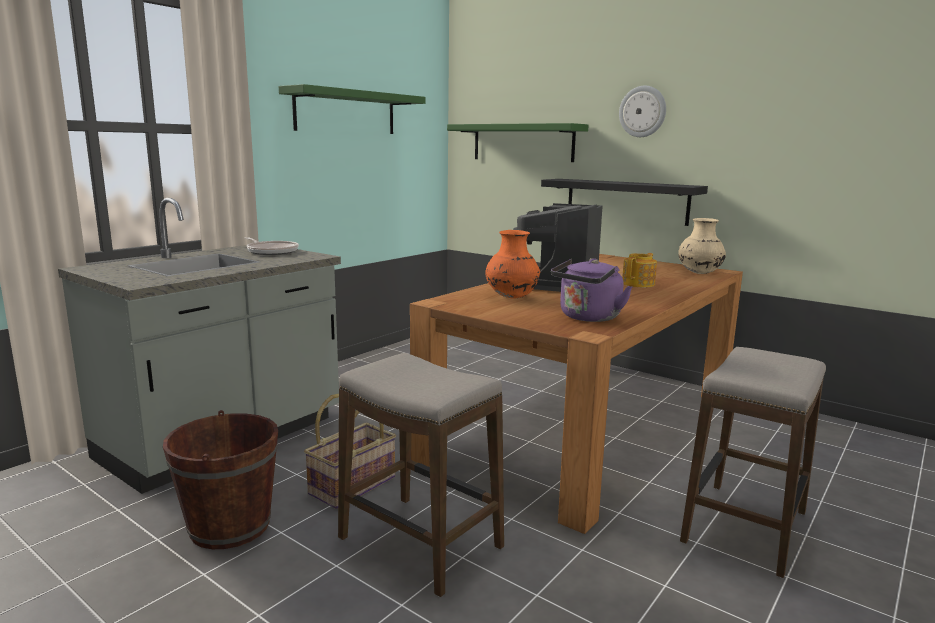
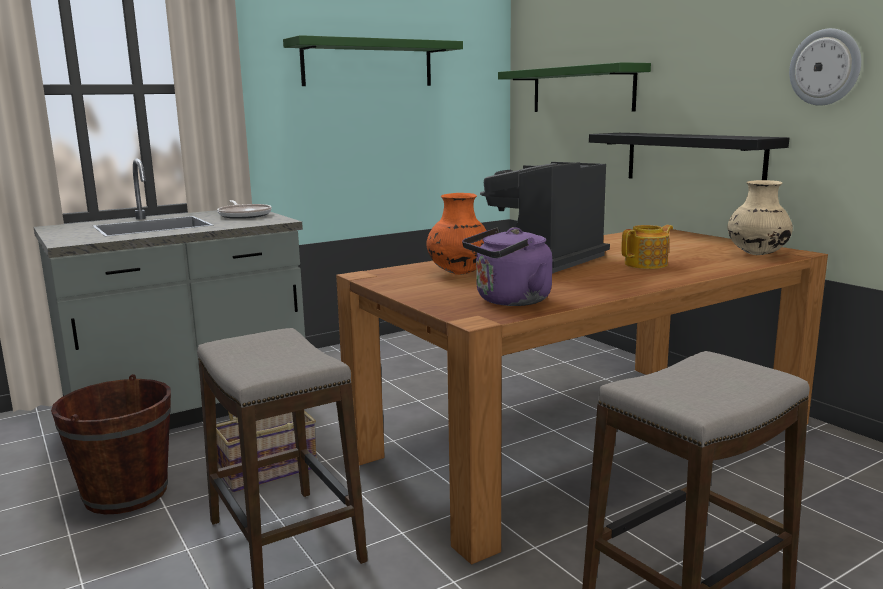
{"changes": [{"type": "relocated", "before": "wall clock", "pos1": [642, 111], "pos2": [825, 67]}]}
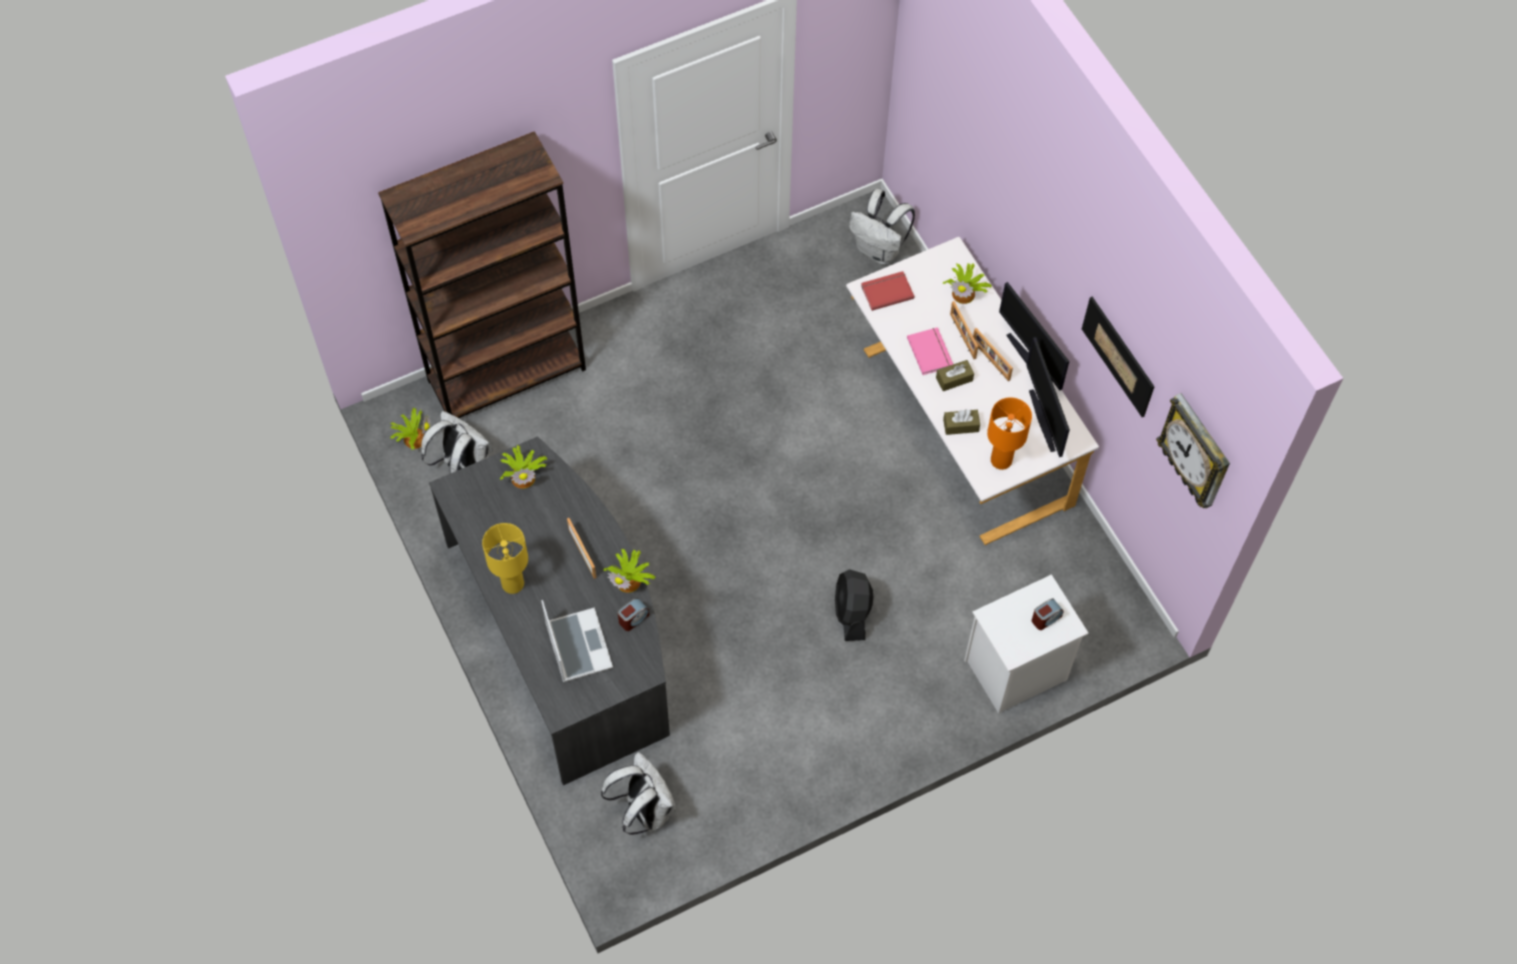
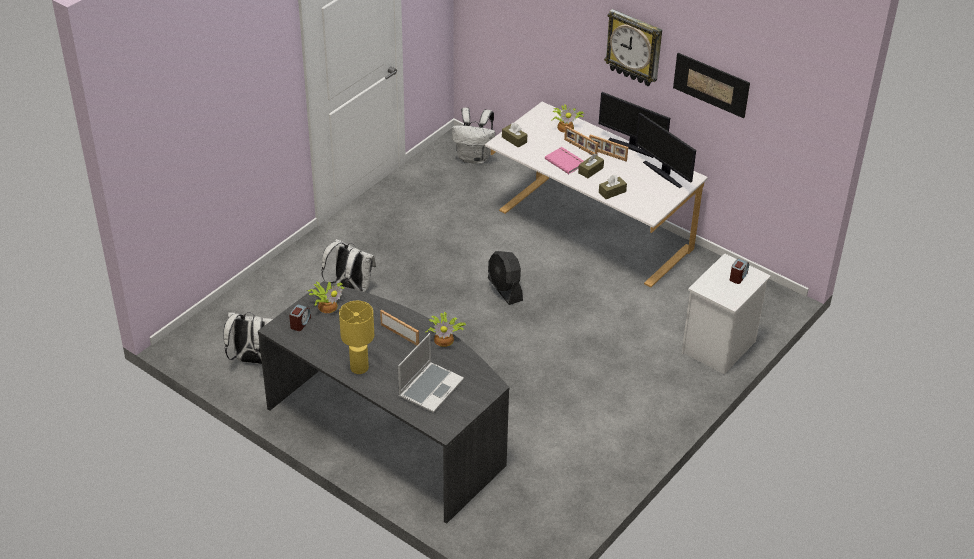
{"changes": [{"type": "missing", "before": "bookcase (brown)", "pos1": [482, 274]}, {"type": "exchanged", "before": "book (red)", "after": "tissue box (brown)", "pos1": [887, 291], "pos2": [514, 135]}, {"type": "relocated", "before": "wall clock", "pos1": [1193, 450], "pos2": [633, 47]}, {"type": "missing", "before": "table lamp (orange)", "pos1": [1009, 433]}, {"type": "missing", "before": "potted plant", "pos1": [410, 428]}, {"type": "relocated", "before": "fan (black)", "pos1": [854, 605], "pos2": [505, 278]}, {"type": "relocated", "before": "alarm clock", "pos1": [633, 614], "pos2": [300, 317]}, {"type": "spun", "before": "laptop", "pos1": [577, 641], "pos2": [431, 373], "turn": 75}, {"type": "relocated", "before": "backpack (white)", "pos1": [638, 793], "pos2": [348, 265]}]}
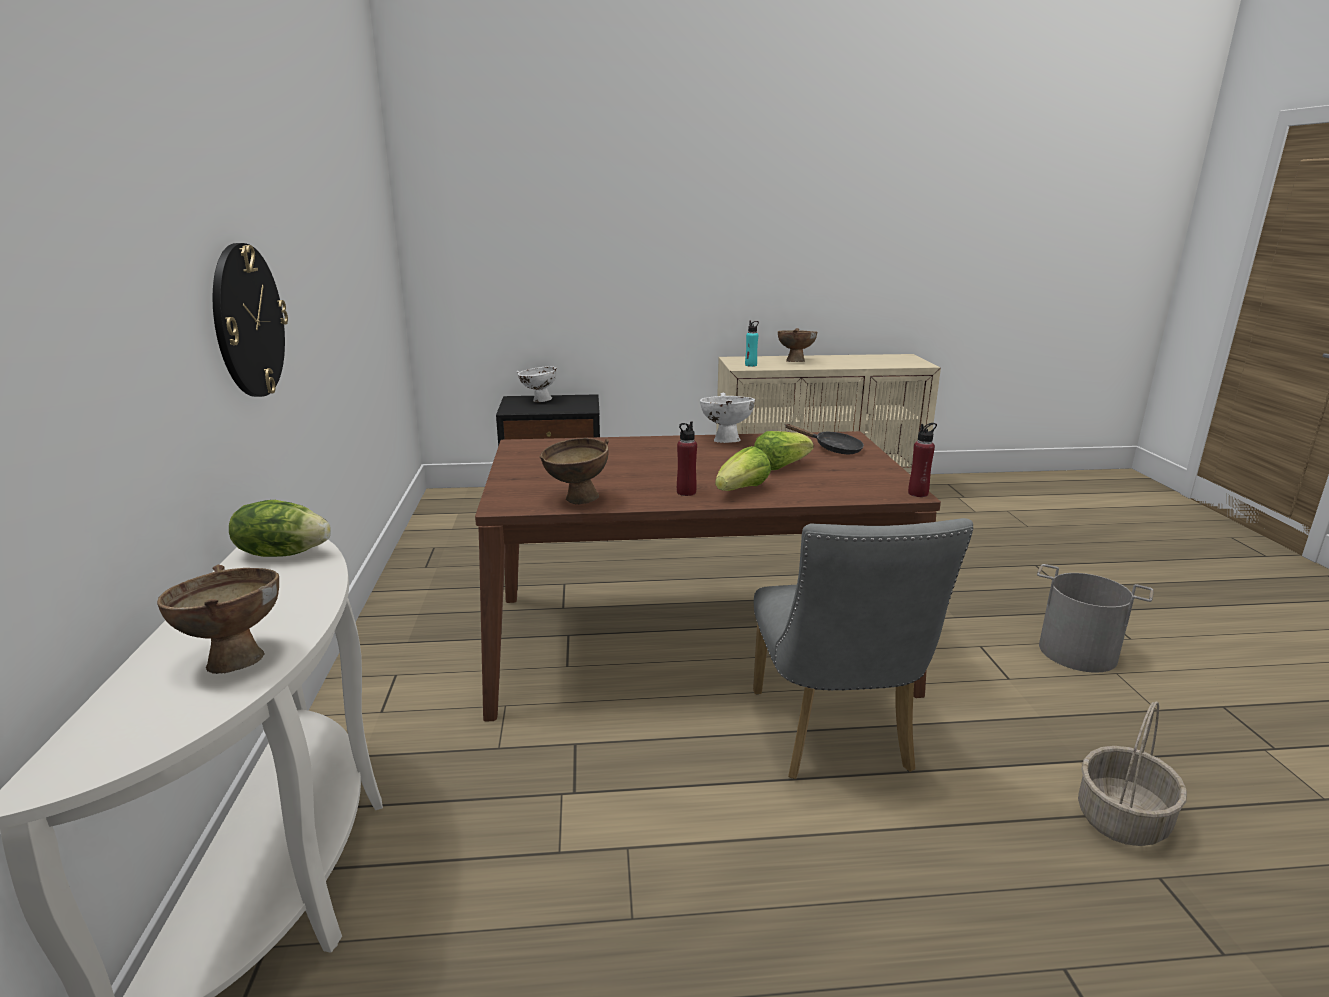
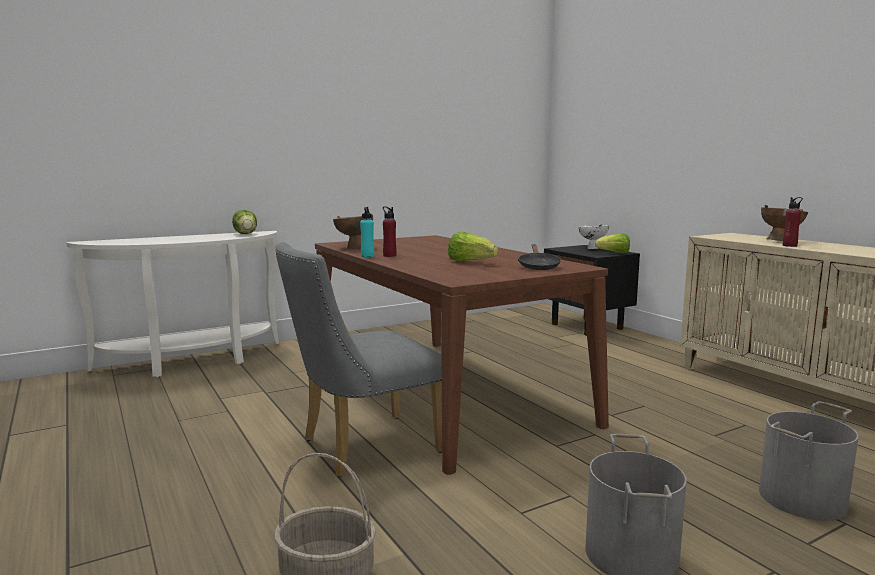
{"changes": [{"type": "missing", "before": "wall clock", "pos1": [250, 320]}, {"type": "relocated", "before": "bottle (turquoise)", "pos1": [752, 344], "pos2": [367, 232]}, {"type": "missing", "before": "bowl (white)", "pos1": [727, 418]}, {"type": "relocated", "before": "bottle (red)", "pos1": [922, 460], "pos2": [793, 222]}, {"type": "relocated", "before": "lettuce", "pos1": [743, 468], "pos2": [612, 243]}, {"type": "missing", "before": "bowl (brown)", "pos1": [218, 619]}, {"type": "appeared", "after": "bucket (grey)", "pos2": [808, 461]}]}
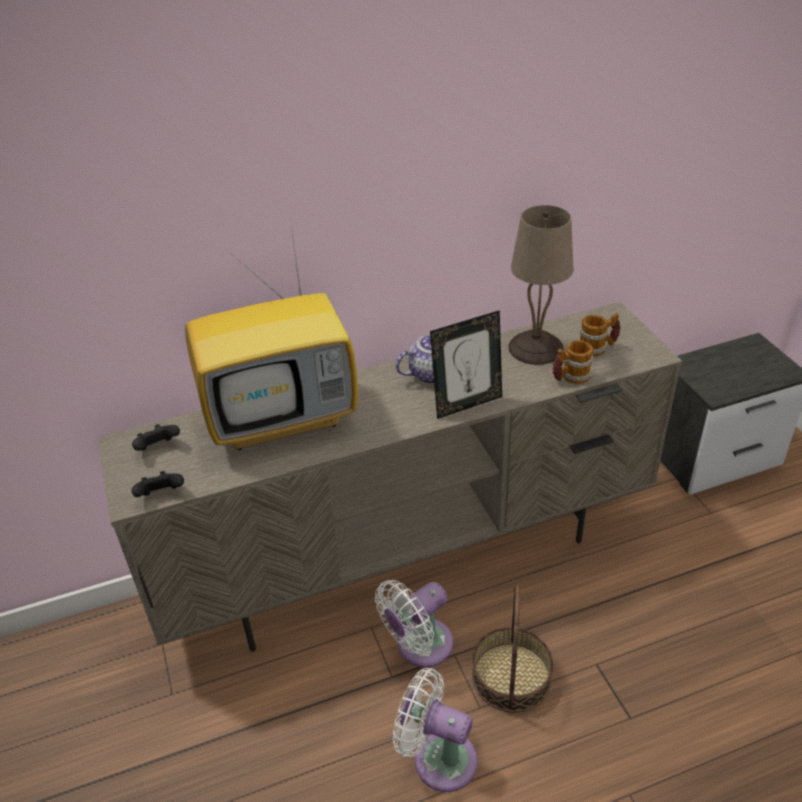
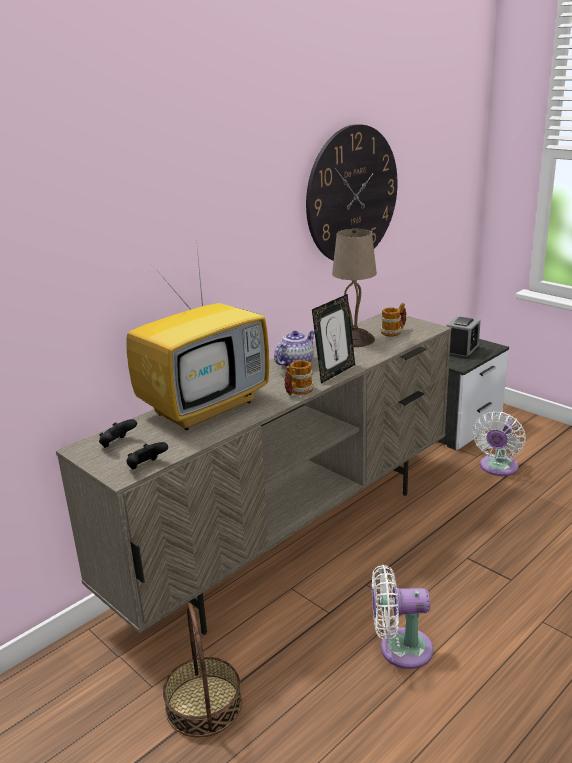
{"changes": [{"type": "relocated", "before": "mug", "pos1": [572, 362], "pos2": [299, 377]}, {"type": "relocated", "before": "fan (white)", "pos1": [414, 623], "pos2": [499, 443]}, {"type": "relocated", "before": "basket", "pos1": [512, 648], "pos2": [202, 670]}, {"type": "appeared", "after": "wall clock", "pos2": [352, 192]}, {"type": "appeared", "after": "alarm clock", "pos2": [464, 337]}]}
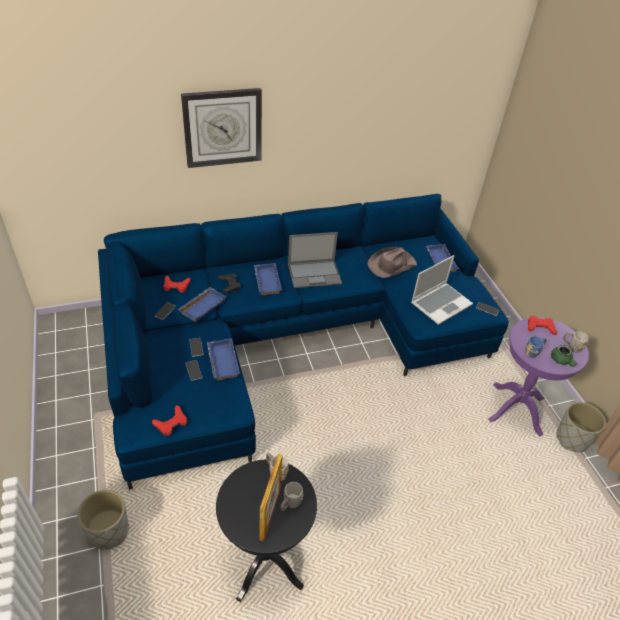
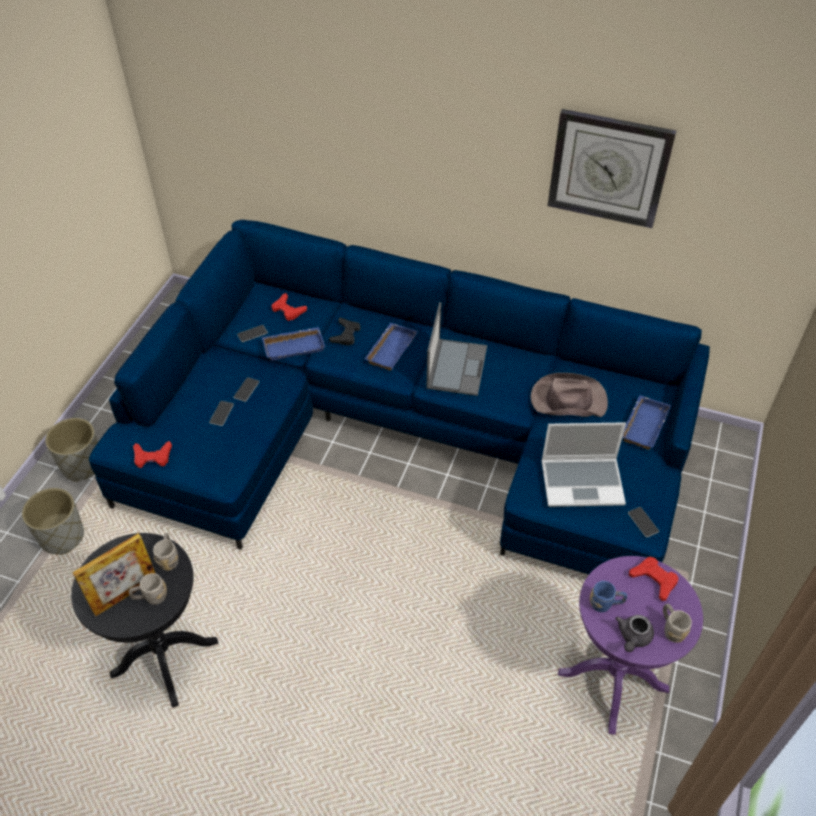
{"changes": [{"type": "relocated", "before": "wall clock", "pos1": [221, 128], "pos2": [612, 168]}, {"type": "spun", "before": "laptop", "pos1": [315, 260], "pos2": [457, 349], "turn": -105}, {"type": "missing", "before": "tray (blue)", "pos1": [223, 359]}, {"type": "colour", "before": "teapot (green)", "after": "teapot (grey)", "pos1": [563, 356], "pos2": [635, 633]}, {"type": "relocated", "before": "planter (grey)", "pos1": [581, 427], "pos2": [71, 450]}]}
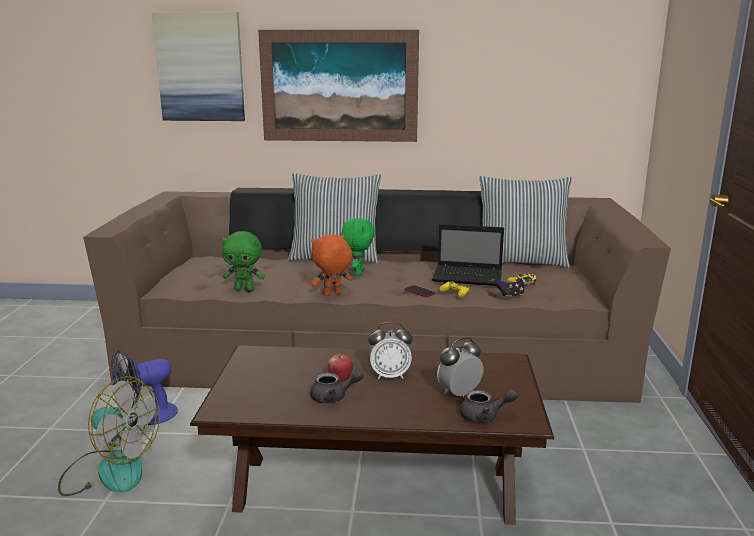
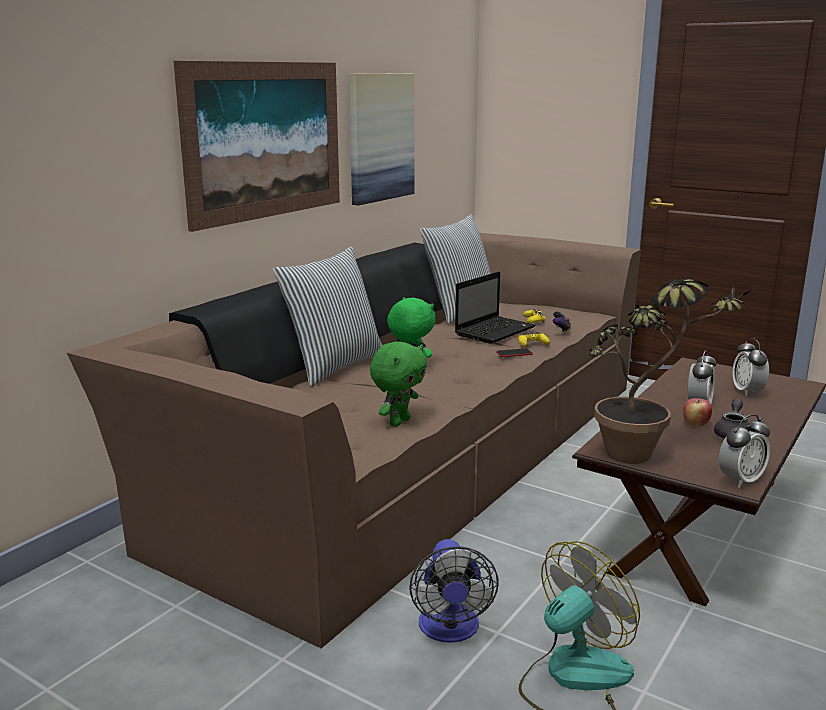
{"changes": [{"type": "relocated", "before": "picture", "pos1": [198, 66], "pos2": [382, 139]}, {"type": "missing", "before": "plush toy (orange)", "pos1": [332, 265]}, {"type": "missing", "before": "teapot (grey)", "pos1": [489, 406]}, {"type": "appeared", "after": "potted plant", "pos2": [672, 371]}, {"type": "appeared", "after": "alarm clock", "pos2": [744, 451]}]}
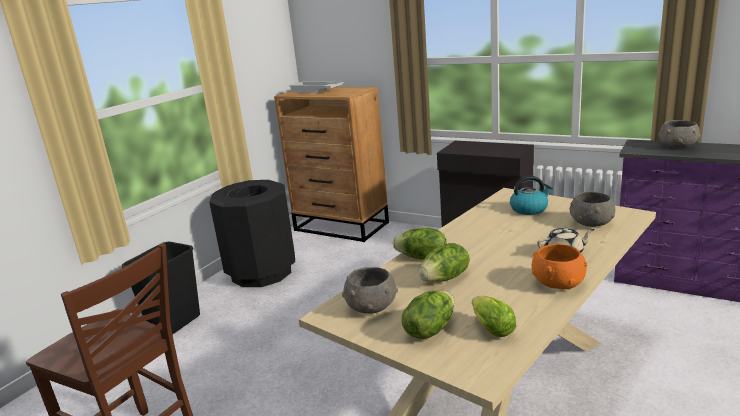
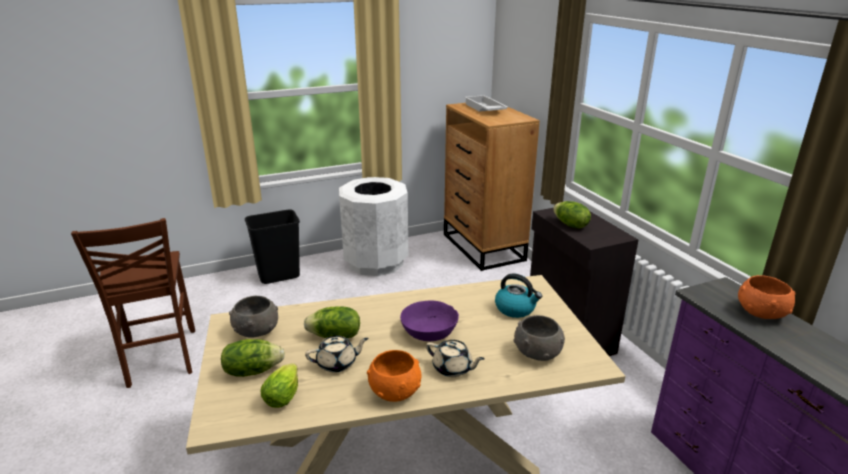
{"changes": [{"type": "colour", "before": "bowl (grey)", "after": "bowl (orange)", "pos1": [679, 134], "pos2": [766, 297]}, {"type": "colour", "before": "trash can (black)", "after": "trash can (white)", "pos1": [252, 233], "pos2": [373, 226]}, {"type": "relocated", "before": "lettuce", "pos1": [419, 244], "pos2": [572, 215]}, {"type": "appeared", "after": "bowl (purple)", "pos2": [429, 320]}, {"type": "appeared", "after": "teapot (beige)", "pos2": [337, 354]}]}
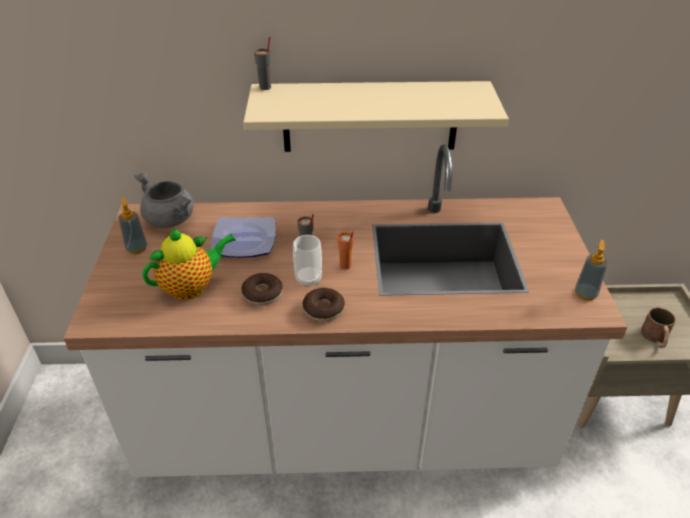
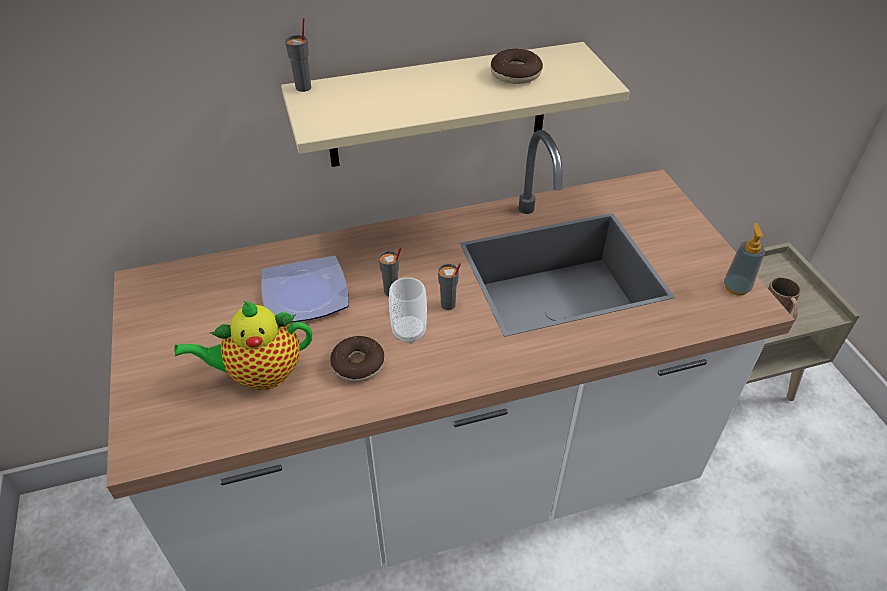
{"changes": [{"type": "missing", "before": "cooking pot (grey)", "pos1": [164, 200]}, {"type": "missing", "before": "soap dispenser", "pos1": [132, 225]}, {"type": "spun", "before": "teapot", "pos1": [189, 263], "pos2": [243, 345], "turn": -150}, {"type": "colour", "before": "cup (orange)", "after": "cup (grey)", "pos1": [346, 250], "pos2": [449, 286]}, {"type": "relocated", "before": "donut", "pos1": [324, 304], "pos2": [517, 66]}]}
